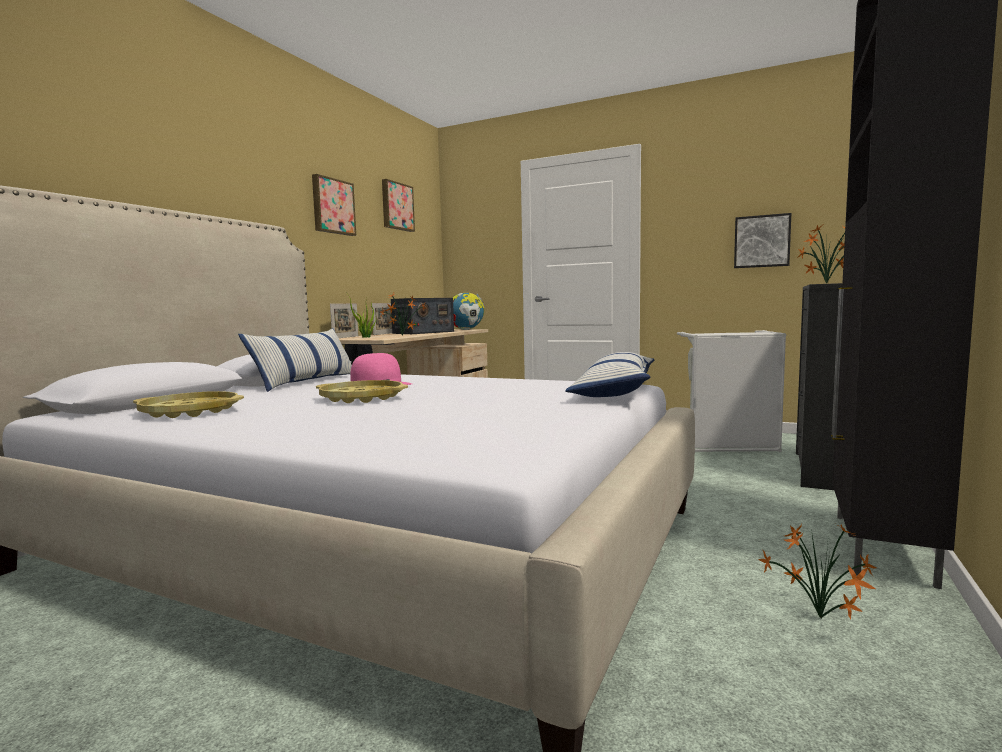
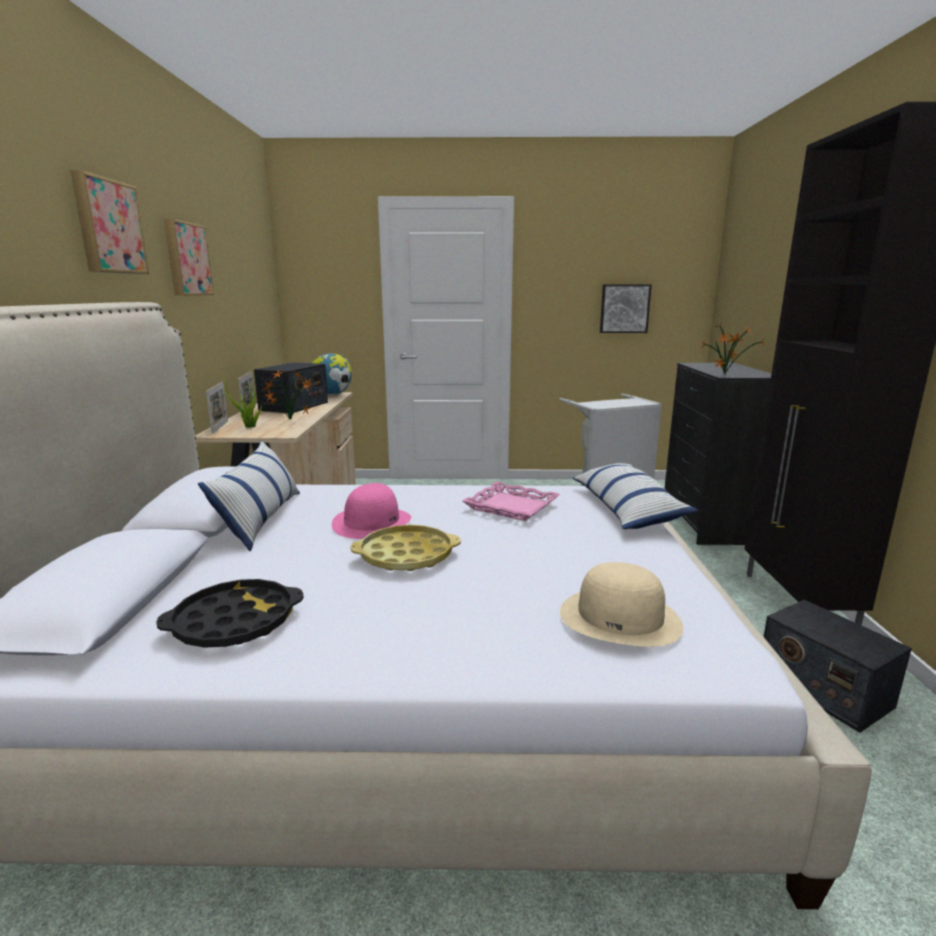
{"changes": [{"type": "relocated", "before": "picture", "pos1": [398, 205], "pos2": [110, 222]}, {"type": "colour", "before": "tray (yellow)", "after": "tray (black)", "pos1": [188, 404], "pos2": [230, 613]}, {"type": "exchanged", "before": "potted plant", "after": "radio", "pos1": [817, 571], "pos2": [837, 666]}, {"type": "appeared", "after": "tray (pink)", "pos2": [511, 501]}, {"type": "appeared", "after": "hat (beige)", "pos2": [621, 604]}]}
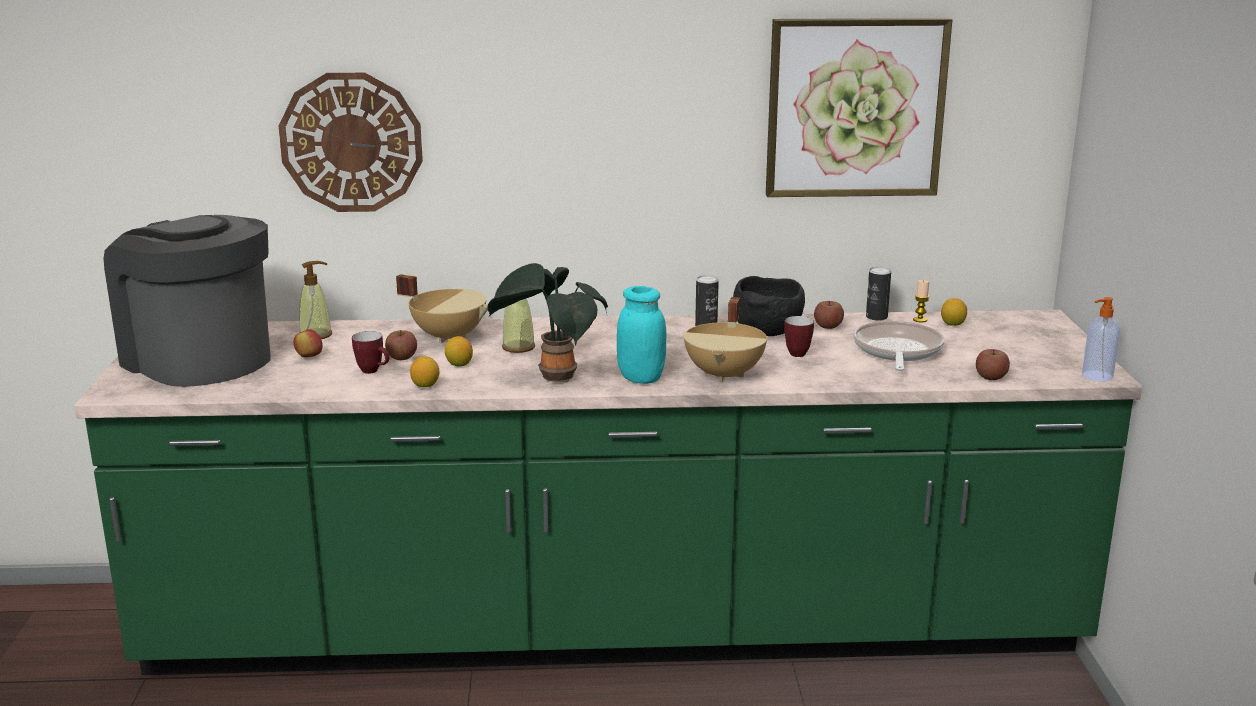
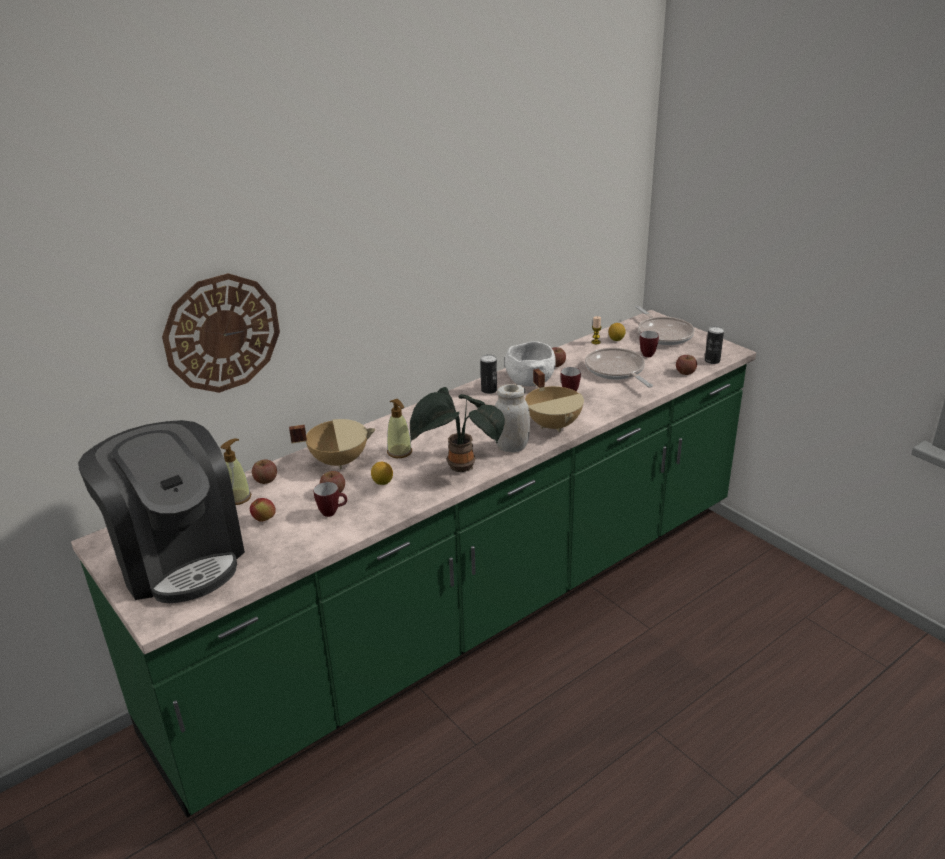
{"changes": [{"type": "missing", "before": "picture", "pos1": [859, 107]}, {"type": "spun", "before": "coffee machine", "pos1": [186, 301], "pos2": [161, 511], "turn": -135}, {"type": "relocated", "before": "can", "pos1": [878, 294], "pos2": [714, 345]}, {"type": "colour", "before": "bowl (black)", "after": "bowl (white)", "pos1": [769, 306], "pos2": [530, 363]}, {"type": "colour", "before": "jar (turquoise)", "after": "jar (white)", "pos1": [641, 335], "pos2": [512, 418]}, {"type": "missing", "before": "soap dispenser", "pos1": [1101, 339]}, {"type": "missing", "before": "lemon", "pos1": [424, 371]}, {"type": "appeared", "after": "frying pan", "pos2": [665, 325]}, {"type": "appeared", "after": "mug", "pos2": [649, 344]}, {"type": "appeared", "after": "apple", "pos2": [264, 472]}]}
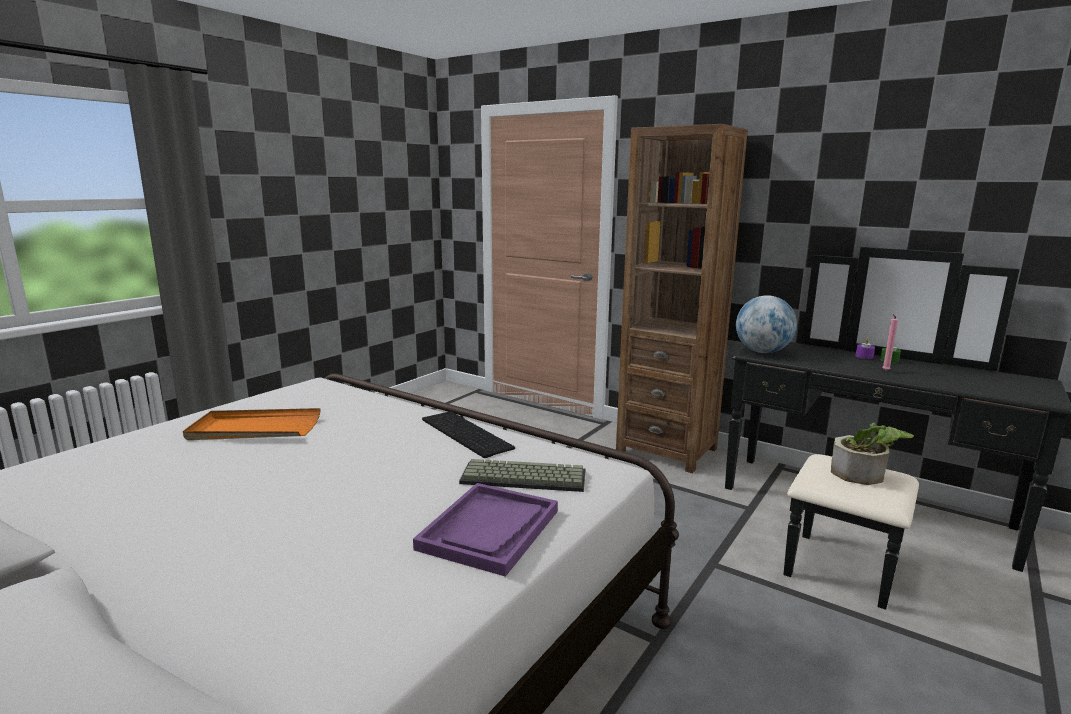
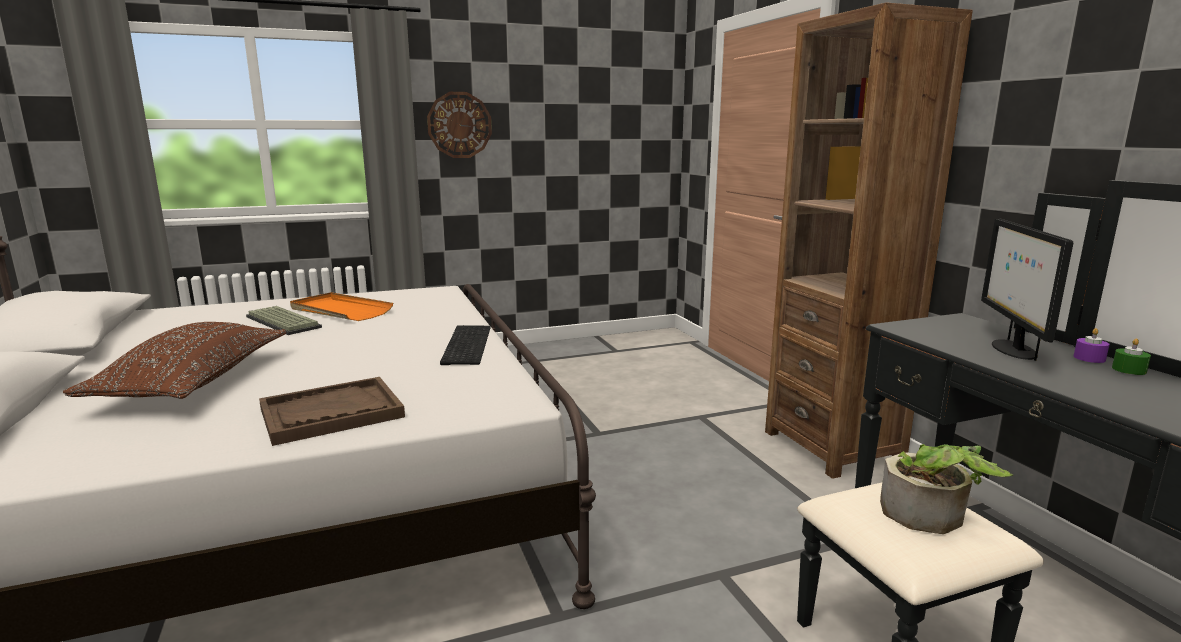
{"changes": [{"type": "missing", "before": "globe", "pos1": [766, 324]}, {"type": "missing", "before": "candle (pink)", "pos1": [890, 342]}, {"type": "relocated", "before": "keyboard", "pos1": [522, 475], "pos2": [284, 320]}, {"type": "colour", "before": "tray (purple)", "after": "tray (brown)", "pos1": [485, 530], "pos2": [332, 411]}, {"type": "appeared", "after": "wall clock", "pos2": [459, 125]}, {"type": "appeared", "after": "monitor", "pos2": [1027, 289]}, {"type": "appeared", "after": "pillow (brown)", "pos2": [174, 360]}]}
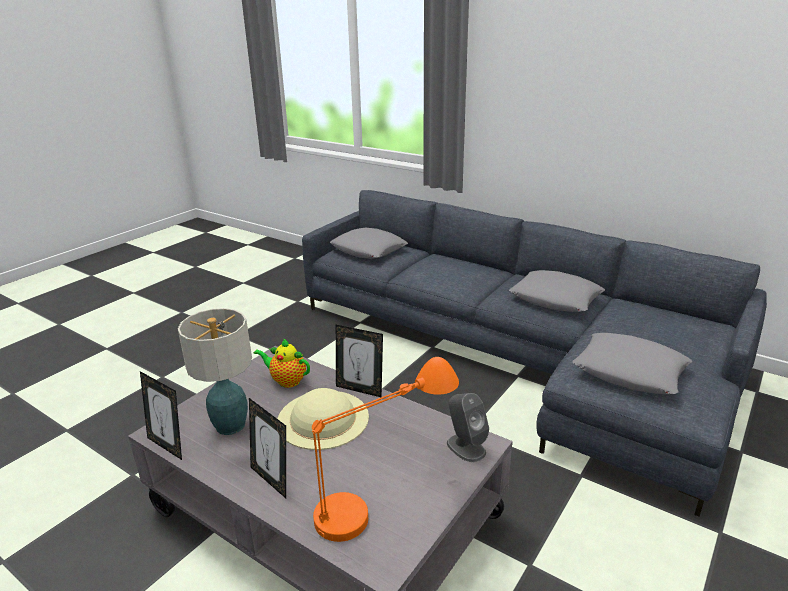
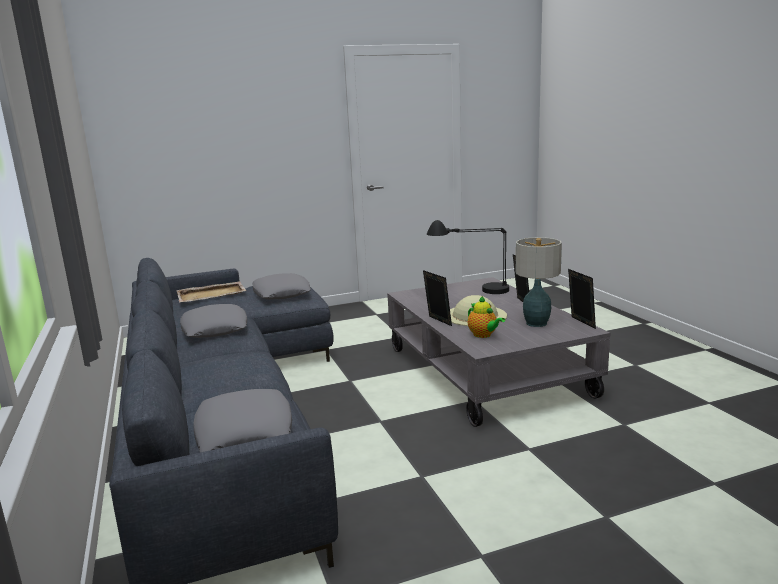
{"changes": [{"type": "colour", "before": "table lamp (orange)", "after": "table lamp (black)", "pos1": [385, 449], "pos2": [468, 257]}, {"type": "missing", "before": "speaker (grey)", "pos1": [468, 427]}, {"type": "appeared", "after": "tray (beige)", "pos2": [211, 291]}]}
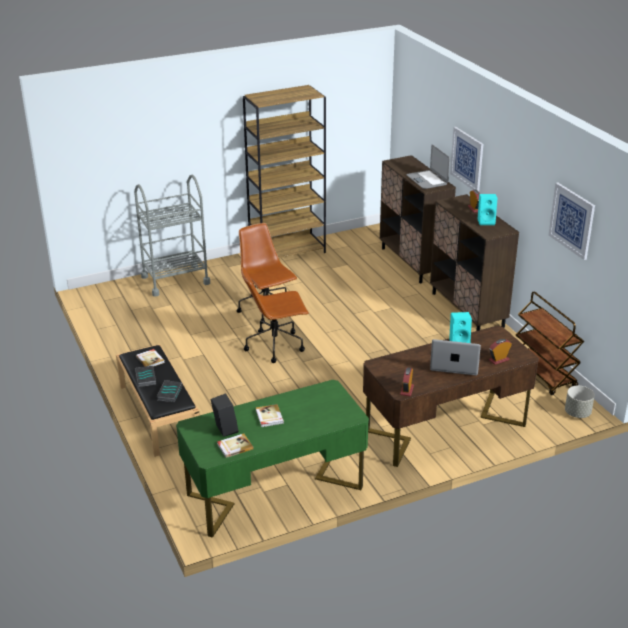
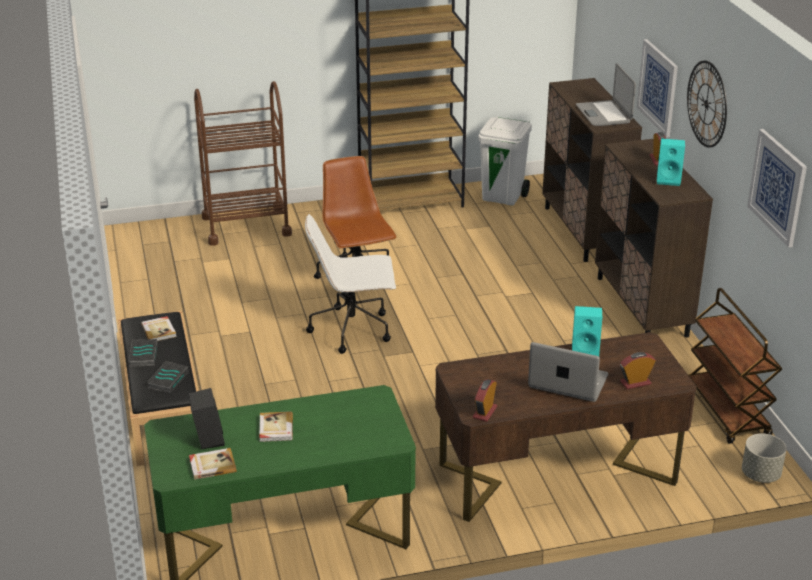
{"changes": [{"type": "colour", "before": "cart (grey)", "after": "cart (brown)", "pos1": [172, 235], "pos2": [243, 163]}, {"type": "colour", "before": "office chair (brown)", "after": "office chair (white)", "pos1": [275, 315], "pos2": [350, 284]}, {"type": "appeared", "after": "wall clock", "pos2": [707, 104]}, {"type": "appeared", "after": "trash can (white)", "pos2": [505, 161]}]}
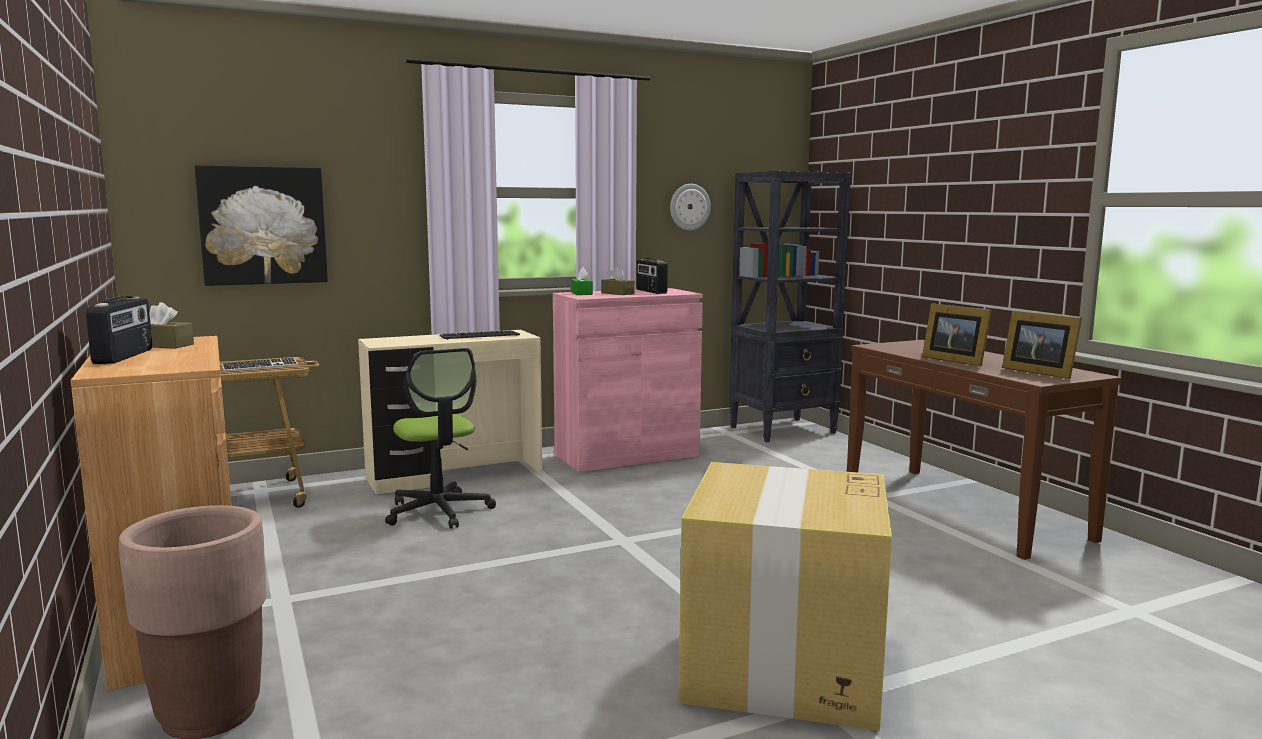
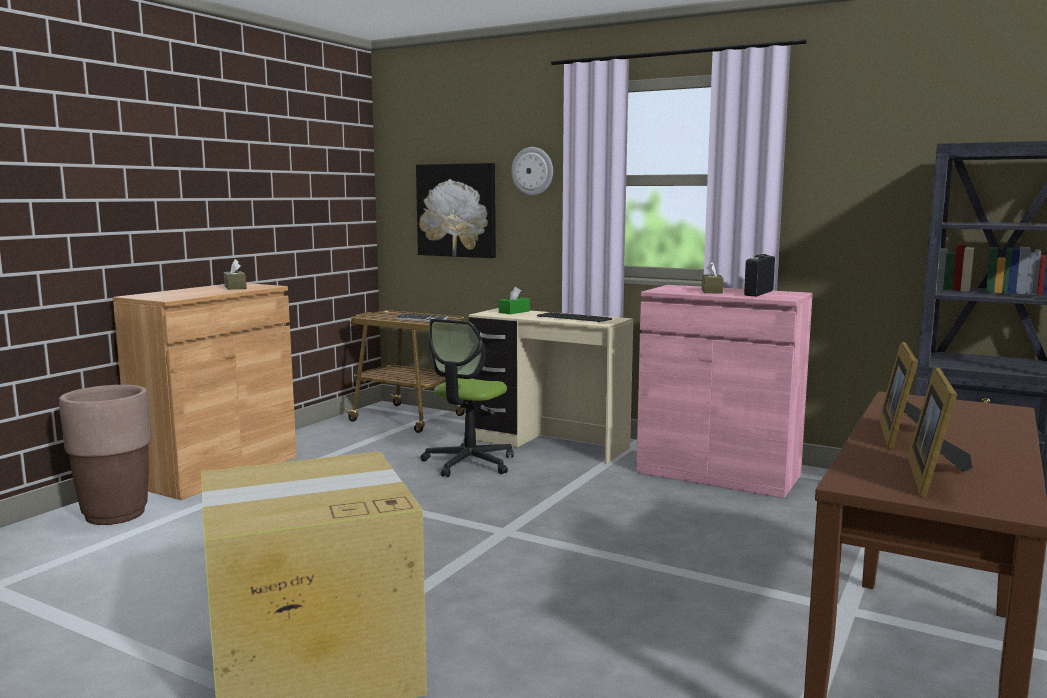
{"changes": [{"type": "relocated", "before": "wall clock", "pos1": [690, 207], "pos2": [532, 171]}, {"type": "relocated", "before": "tissue box (green)", "pos1": [582, 281], "pos2": [514, 300]}, {"type": "missing", "before": "radio", "pos1": [119, 330]}]}
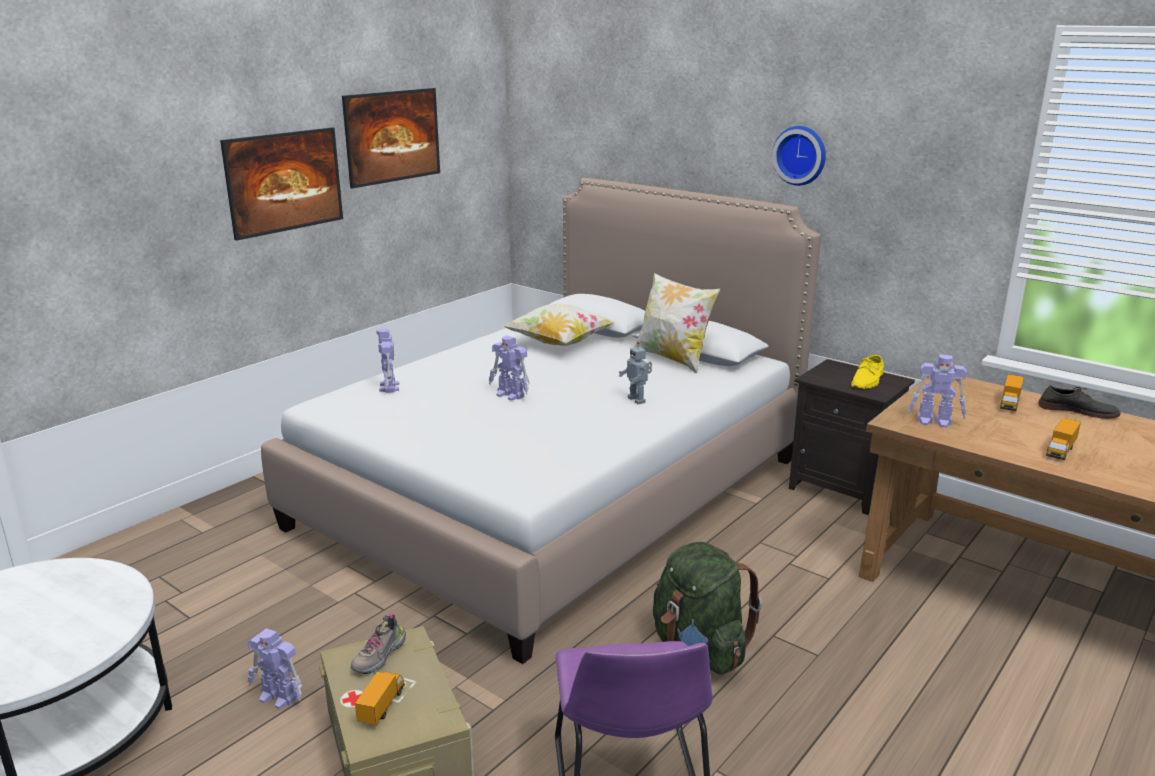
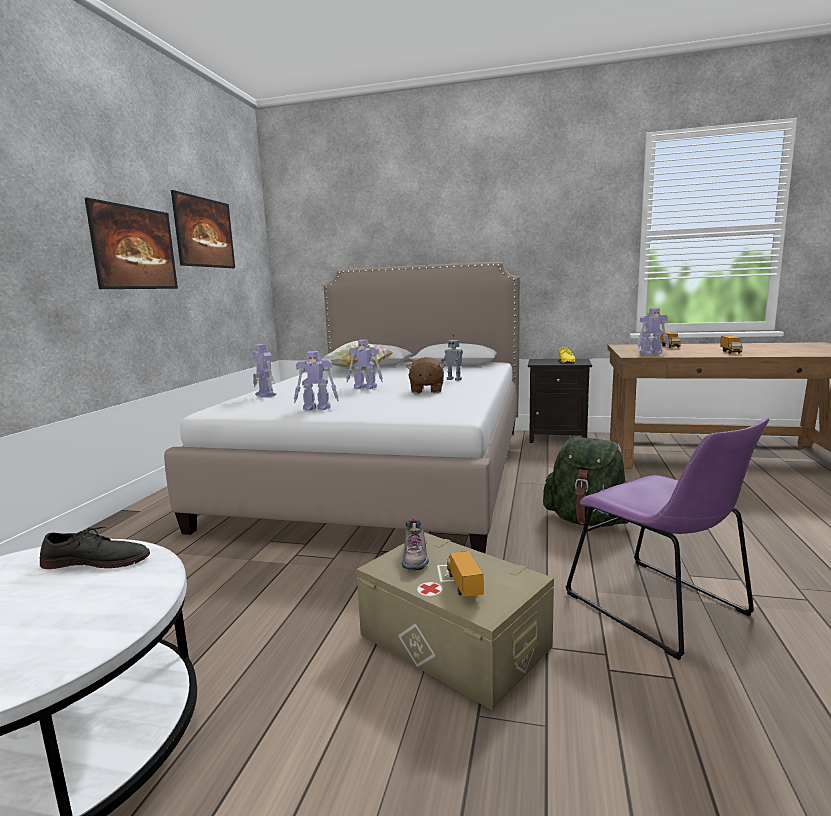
{"changes": [{"type": "missing", "before": "wall clock", "pos1": [799, 156]}, {"type": "missing", "before": "pillow", "pos1": [677, 323]}, {"type": "relocated", "before": "shoe (grey)", "pos1": [1079, 402], "pos2": [95, 548]}, {"type": "relocated", "before": "toy robot", "pos1": [275, 668], "pos2": [316, 381]}, {"type": "appeared", "after": "plush toy (brown)", "pos2": [425, 375]}]}
